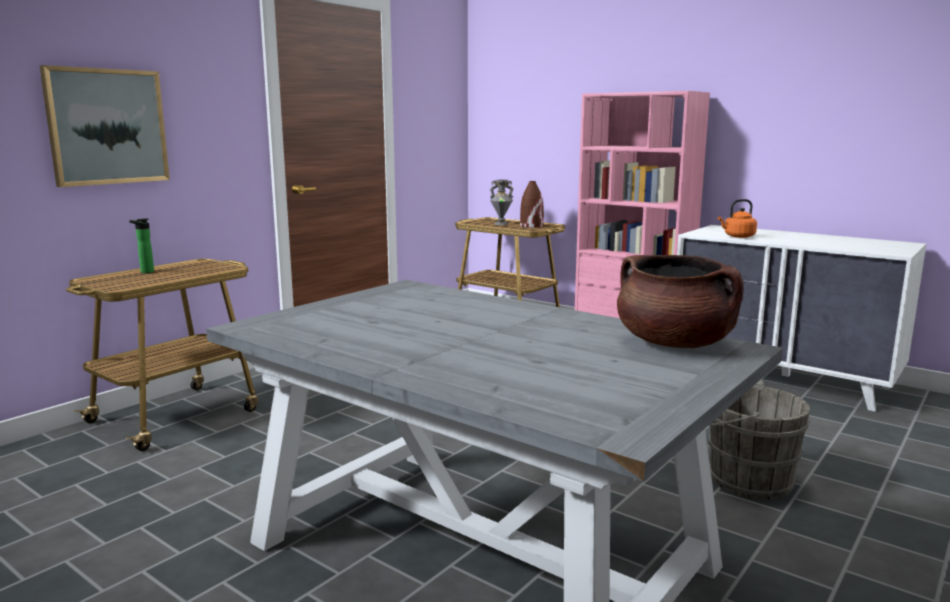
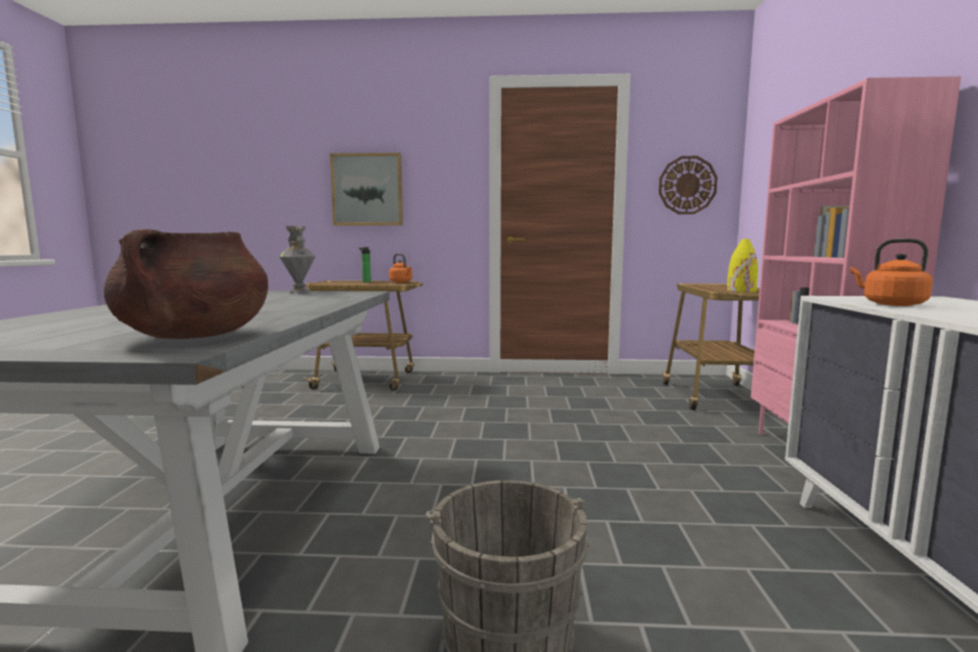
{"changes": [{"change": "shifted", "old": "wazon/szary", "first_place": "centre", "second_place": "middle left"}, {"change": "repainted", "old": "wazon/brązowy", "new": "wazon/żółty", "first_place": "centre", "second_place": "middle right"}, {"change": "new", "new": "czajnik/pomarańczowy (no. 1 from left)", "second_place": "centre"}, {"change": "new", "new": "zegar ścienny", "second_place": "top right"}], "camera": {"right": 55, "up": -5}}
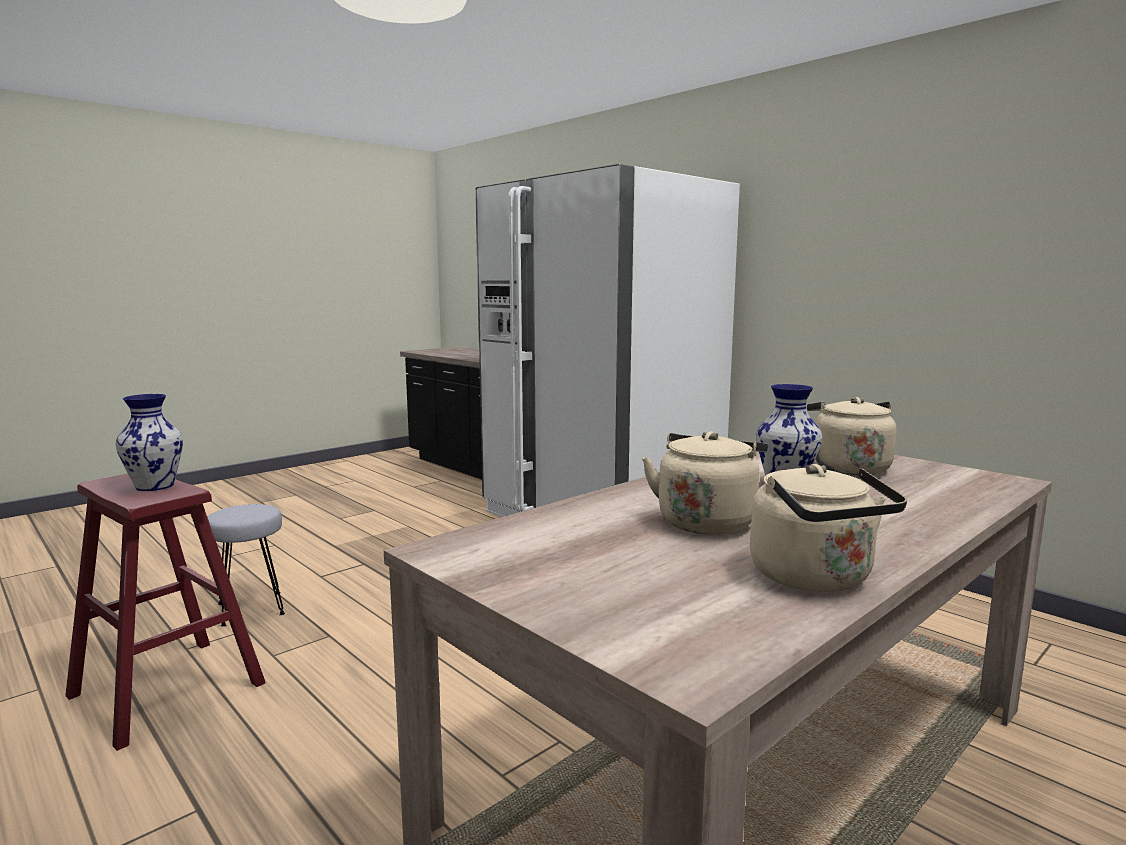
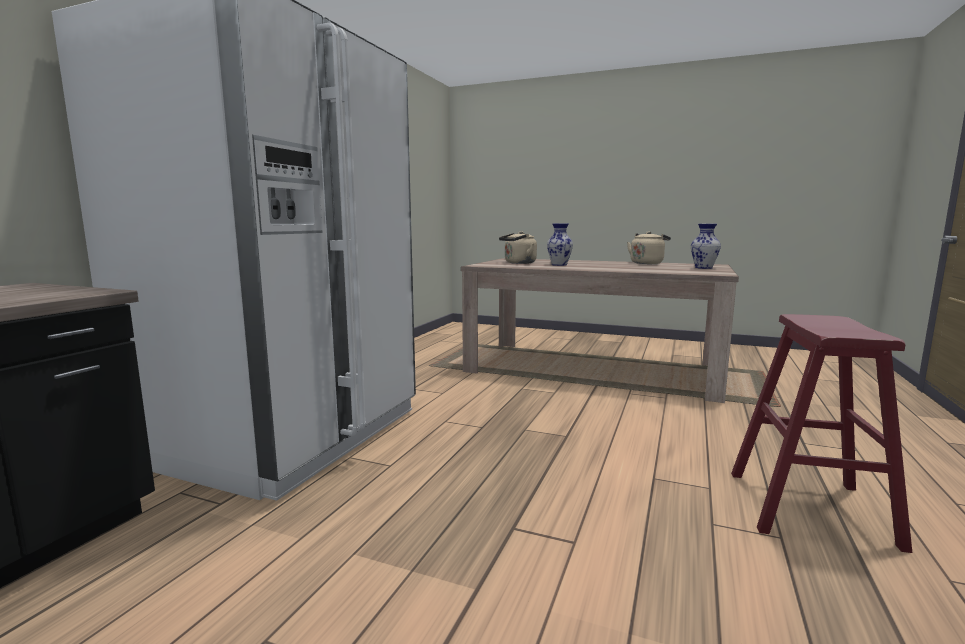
{"changes": [{"change": "shifted", "old": "wazon (no. 1 from left in the first image)", "new": "wazon (no. 2 from left)", "first_place": "middle left", "second_place": "middle right"}, {"change": "gone", "old": "stołek/szary", "first_place": "bottom left"}, {"change": "gone", "old": "czajnik/beżowy (no. 1 from left)", "first_place": "centre"}], "camera": {"right": -115, "up": 0}}
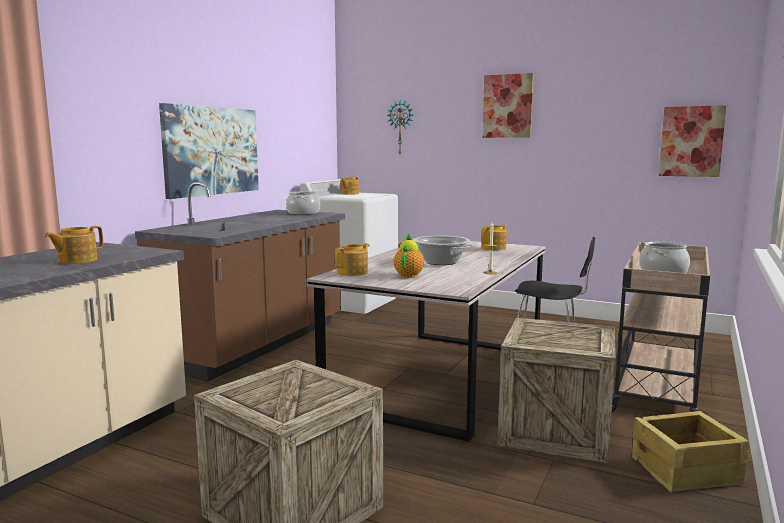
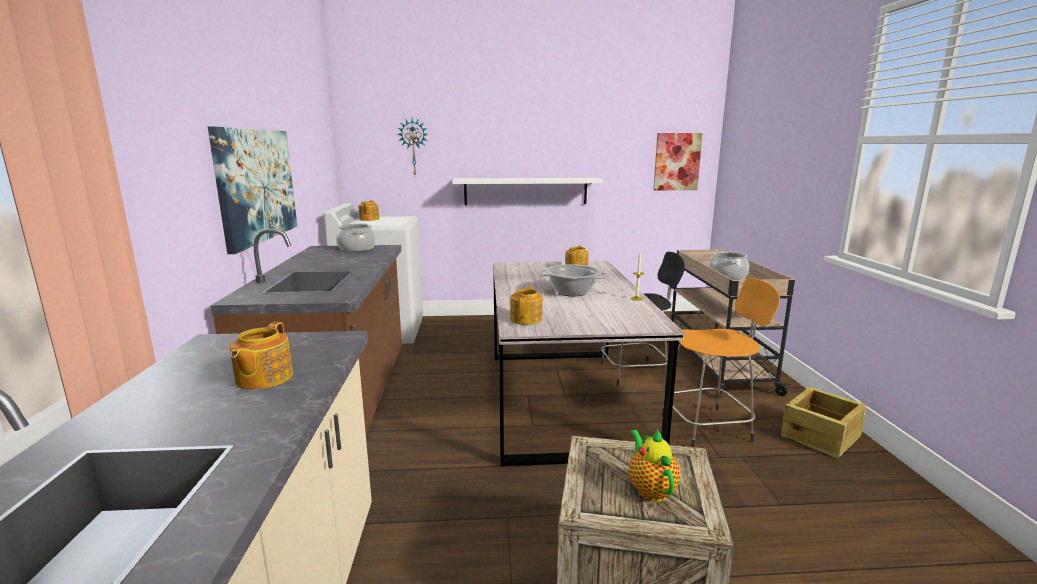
{"changes": [{"change": "shifted", "old": "imbryk (no. 4 from left in the first image)", "new": "imbryk (no. 5 from left)", "first_place": "centre", "second_place": "bottom centre"}, {"change": "gone", "old": "obraz (no. 2 from left)", "first_place": "top centre"}, {"change": "swapped", "old": "skrzynka (no. 2 from left)", "new": "stołek/pomarańczowy", "first_place": "bottom right", "second_place": "middle right"}, {"change": "new", "new": "półka/biały", "second_place": "top centre"}], "camera": {"right": -30, "up": 5}}
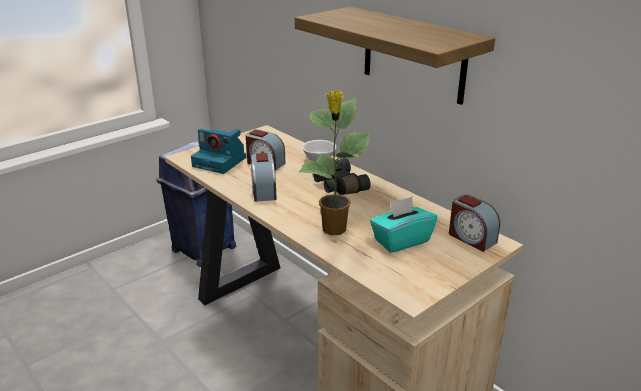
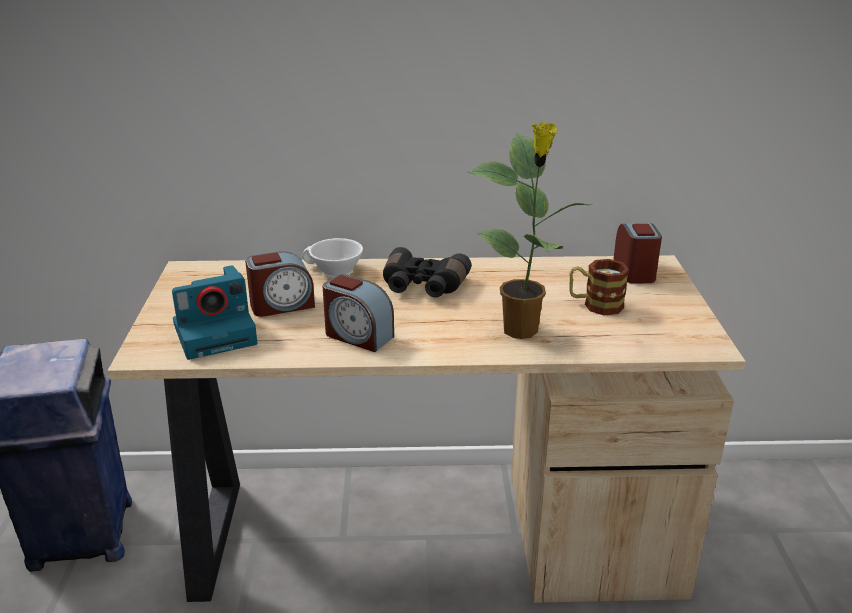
{"changes": [{"change": "gone", "old": "półka", "first_place": "top centre"}, {"change": "swapped", "old": "pudełko chusteczek/turkusowy", "new": "kubek", "first_place": "centre", "second_place": "middle right"}, {"change": "rotated", "old": "budzik (no. 3 from left)", "first_place": "middle right", "second_place": "middle right", "degrees": -90}], "camera": {"right": -50, "up": 0}}
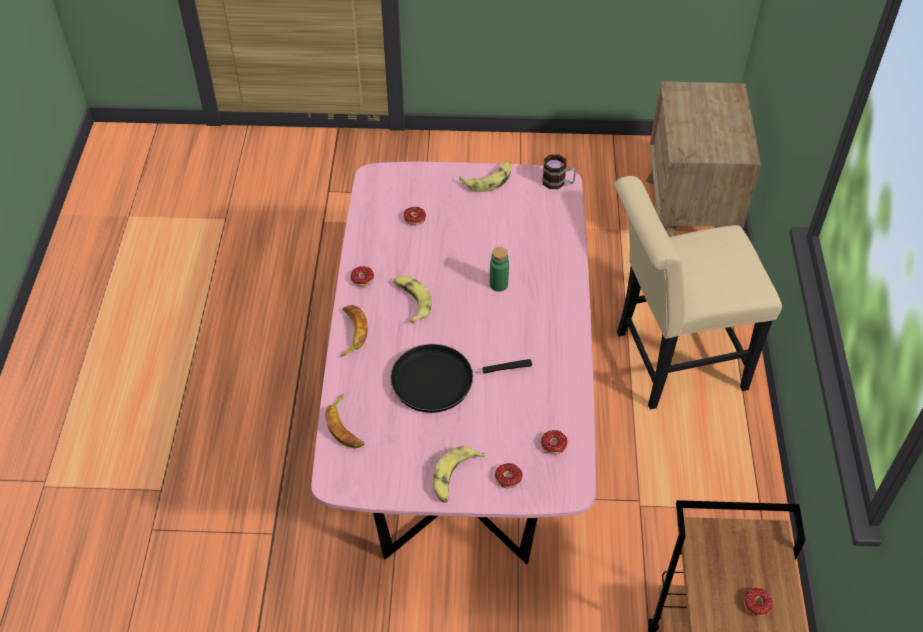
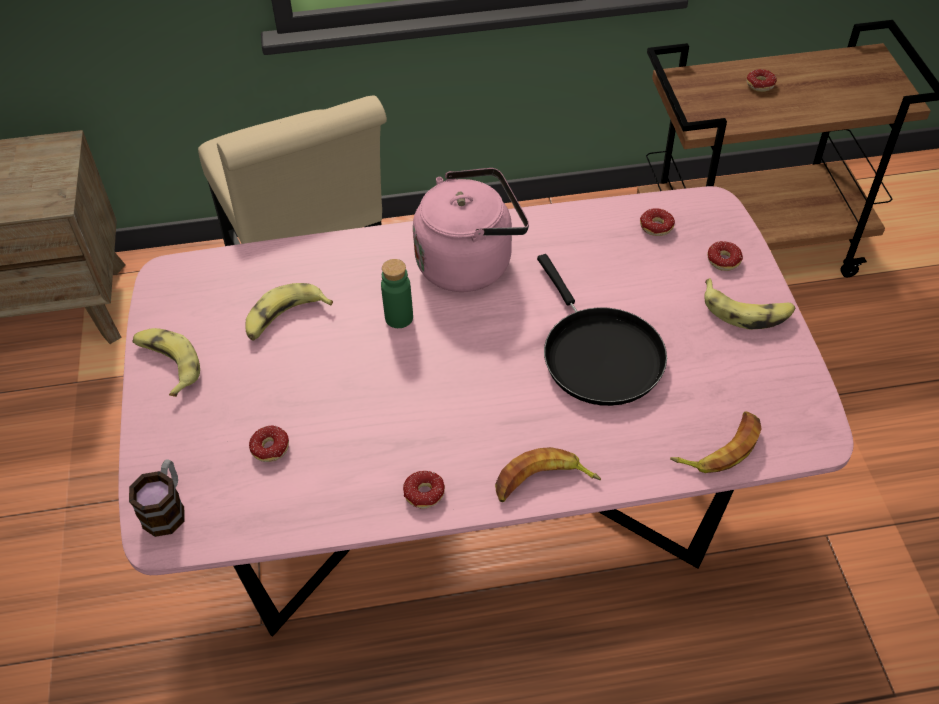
{"changes": [{"change": "shifted", "old": "banan (no. 3 from left in the first image)", "new": "banan (no. 2 from left)", "first_place": "centre", "second_place": "middle left"}, {"change": "shifted", "old": "kubek", "first_place": "top centre", "second_place": "bottom left"}, {"change": "new", "new": "czajnik/różowy", "second_place": "top centre"}], "camera": {"right": -100, "up": 0}}
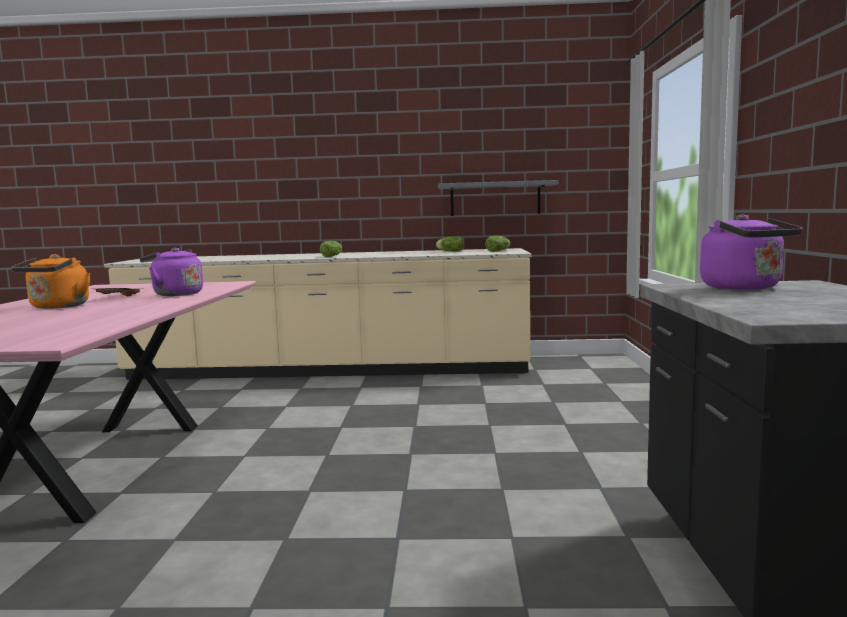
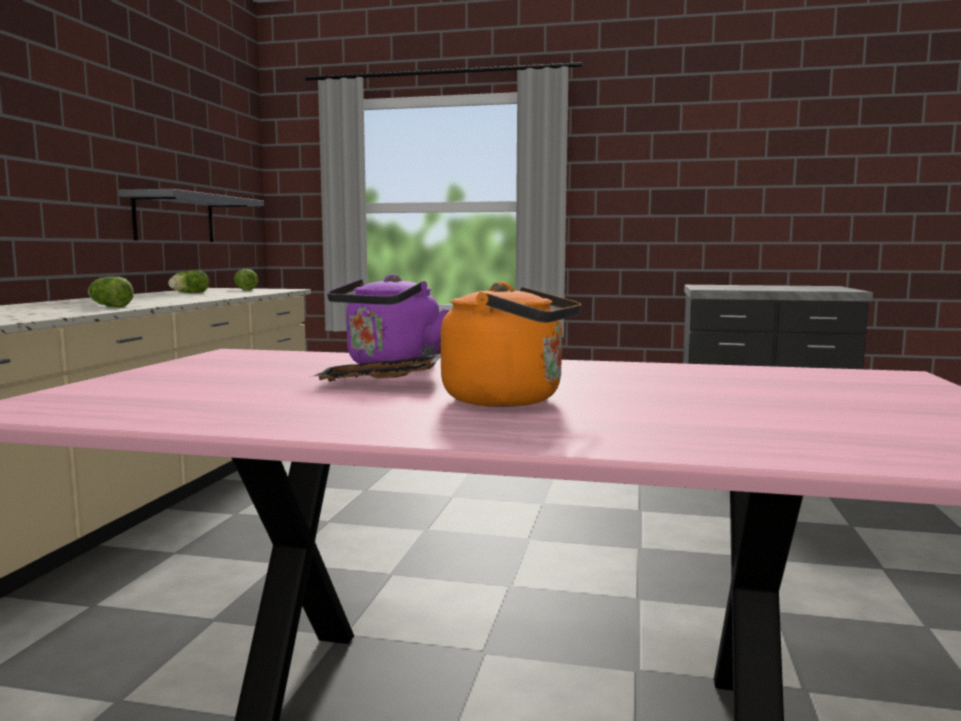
{"changes": [{"change": "gone", "old": "czajnik/fioletowy (no. 2 from left)", "first_place": "middle right"}], "camera": {"right": -80, "up": 0}}
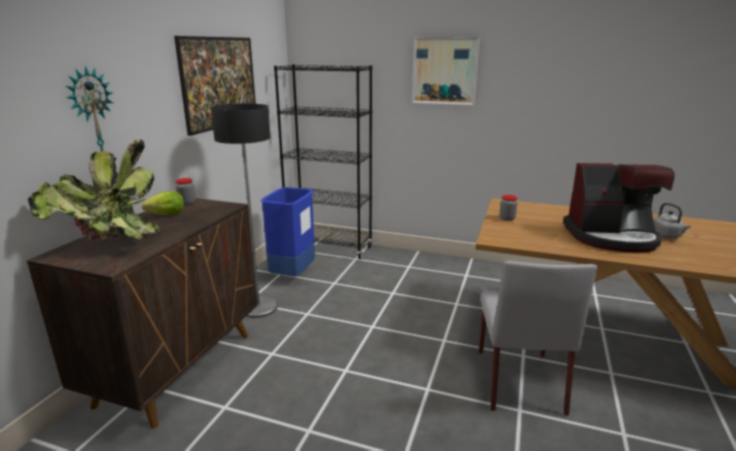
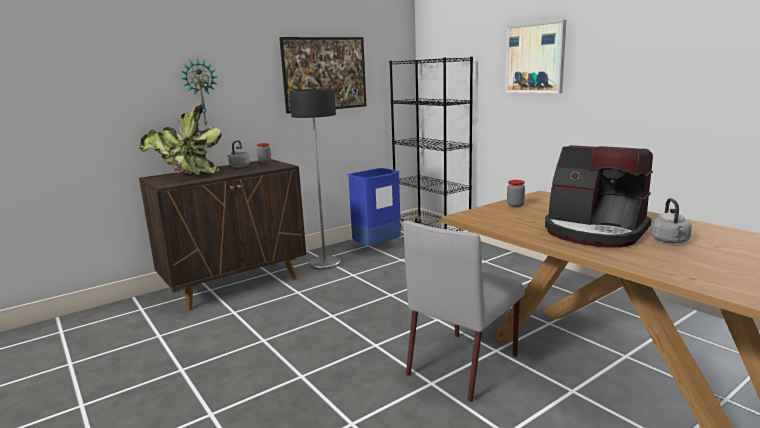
{"changes": [{"change": "swapped", "old": "sałata", "new": "czajnik/szary (no. 1 from left)", "first_place": "middle left", "second_place": "middle left"}], "camera": {"right": 35, "up": -5}}
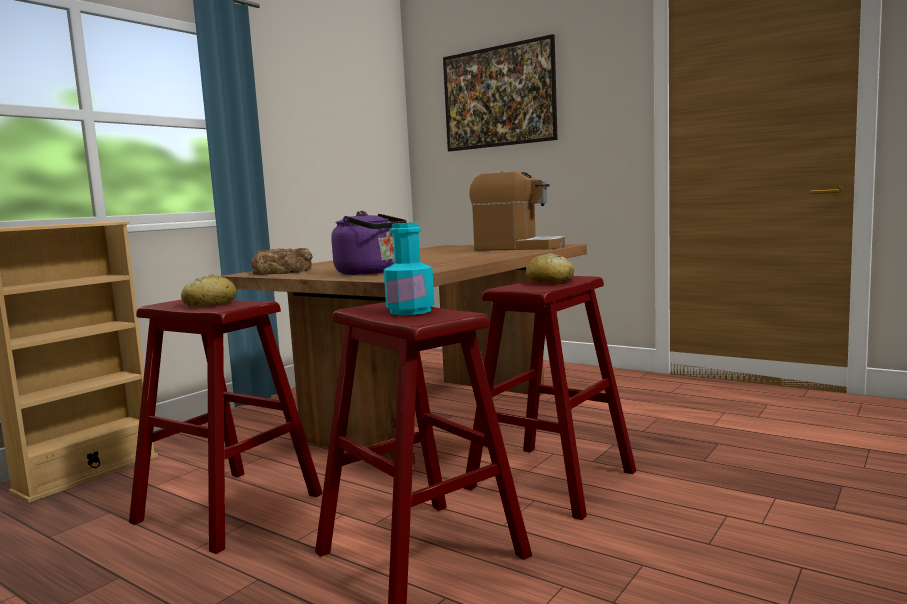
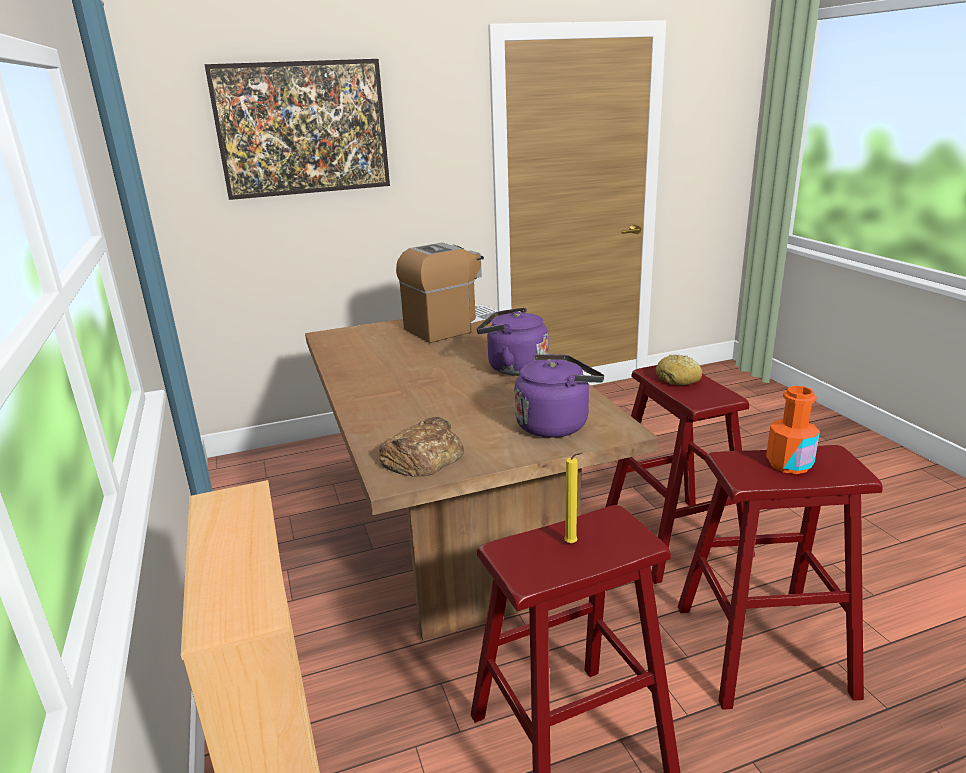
{"changes": [{"change": "swapped", "old": "chleb (no. 1 from left)", "new": "świeca/żółty", "first_place": "middle left", "second_place": "centre"}, {"change": "repainted", "old": "butelka/turkusowy", "new": "butelka/pomarańczowy", "first_place": "centre", "second_place": "middle right"}, {"change": "new", "new": "czajnik/fioletowy (no. 1 from left)", "second_place": "centre"}], "camera": {"right": -55, "up": 15}}
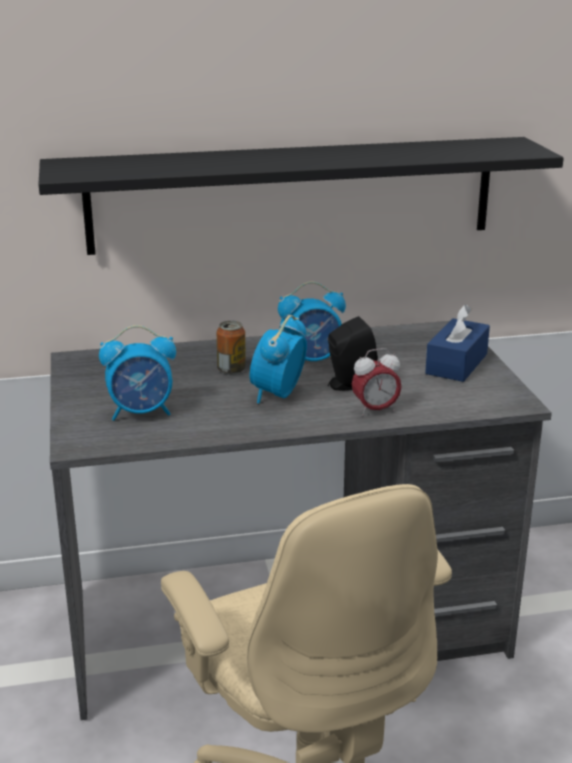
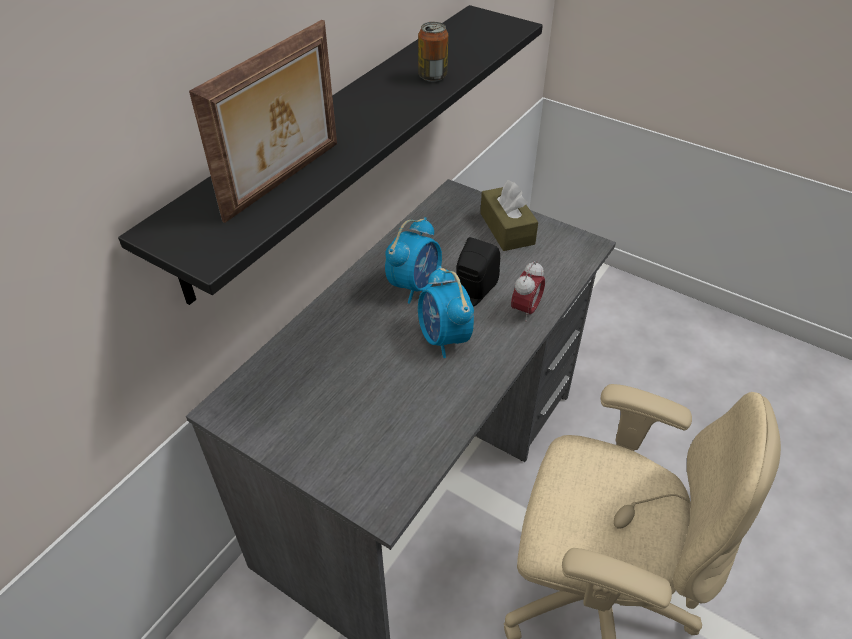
{"changes": [{"change": "gone", "old": "budzik (no. 1 from left)", "first_place": "middle left"}, {"change": "shifted", "old": "puszka", "first_place": "centre", "second_place": "top centre"}, {"change": "repainted", "old": "pudełko chusteczek/niebieski", "new": "pudełko chusteczek/brązowy", "first_place": "middle right", "second_place": "centre"}, {"change": "new", "new": "ramka na zdjęcie", "second_place": "top left"}], "camera": {"right": -45, "up": 20}}
